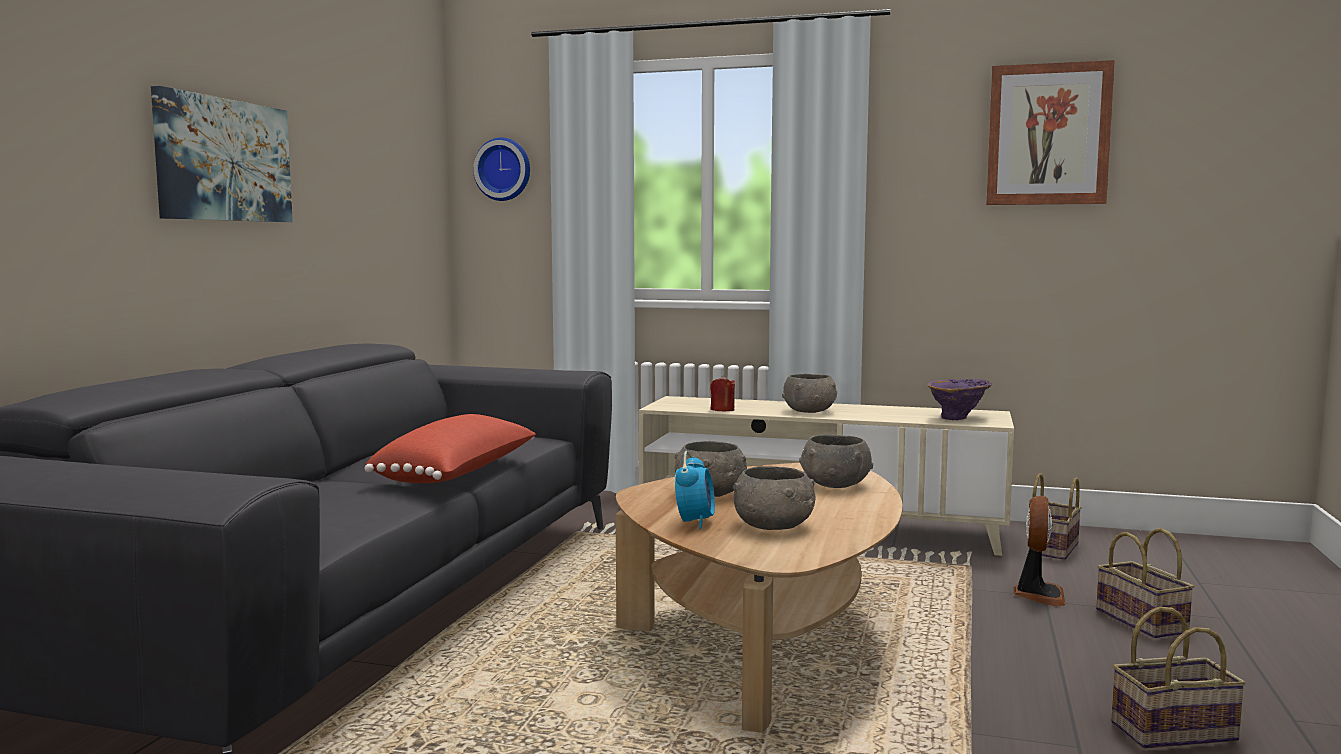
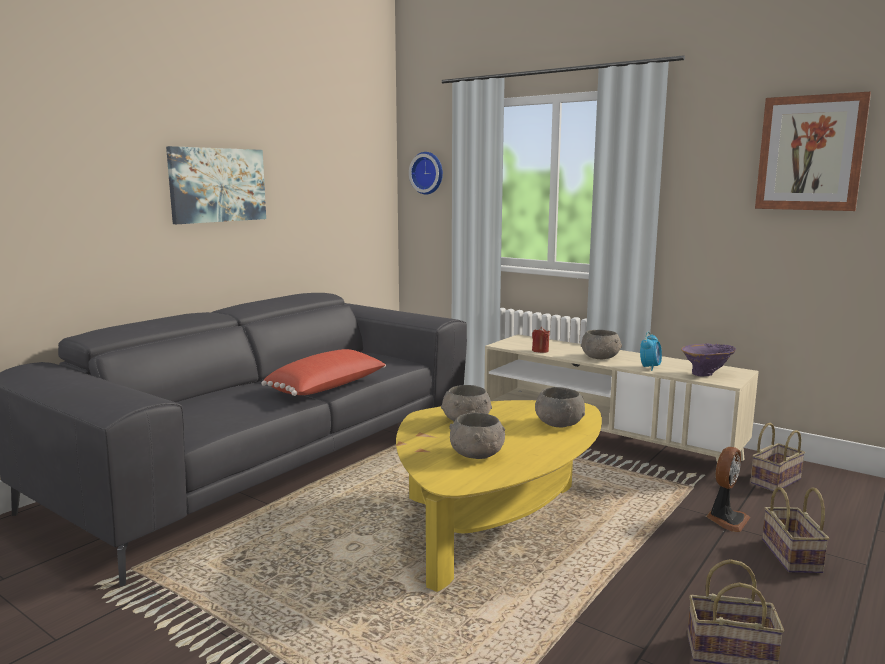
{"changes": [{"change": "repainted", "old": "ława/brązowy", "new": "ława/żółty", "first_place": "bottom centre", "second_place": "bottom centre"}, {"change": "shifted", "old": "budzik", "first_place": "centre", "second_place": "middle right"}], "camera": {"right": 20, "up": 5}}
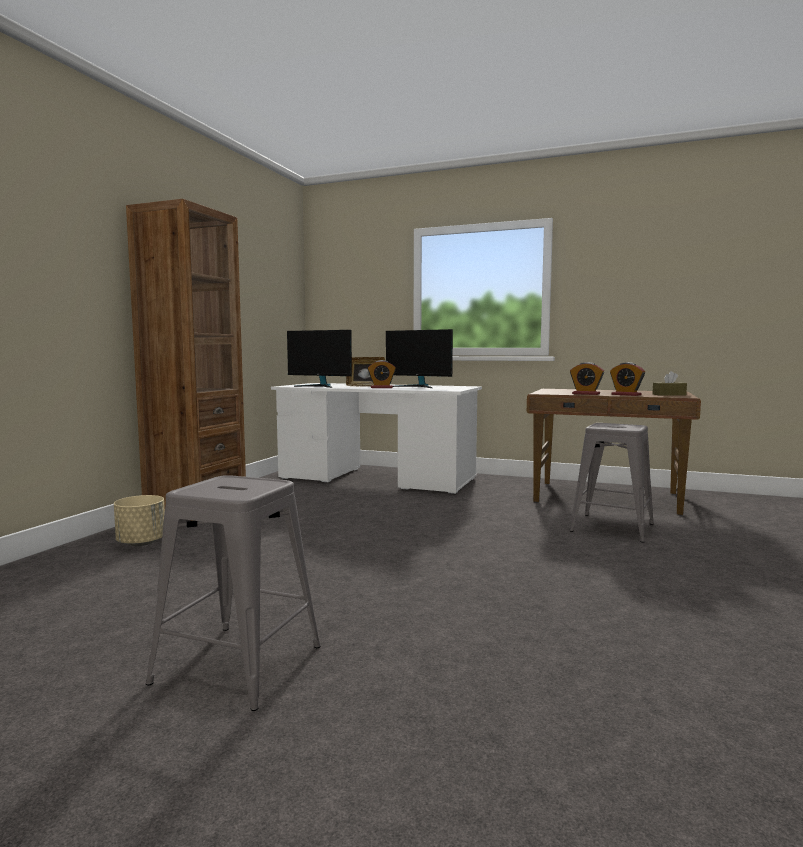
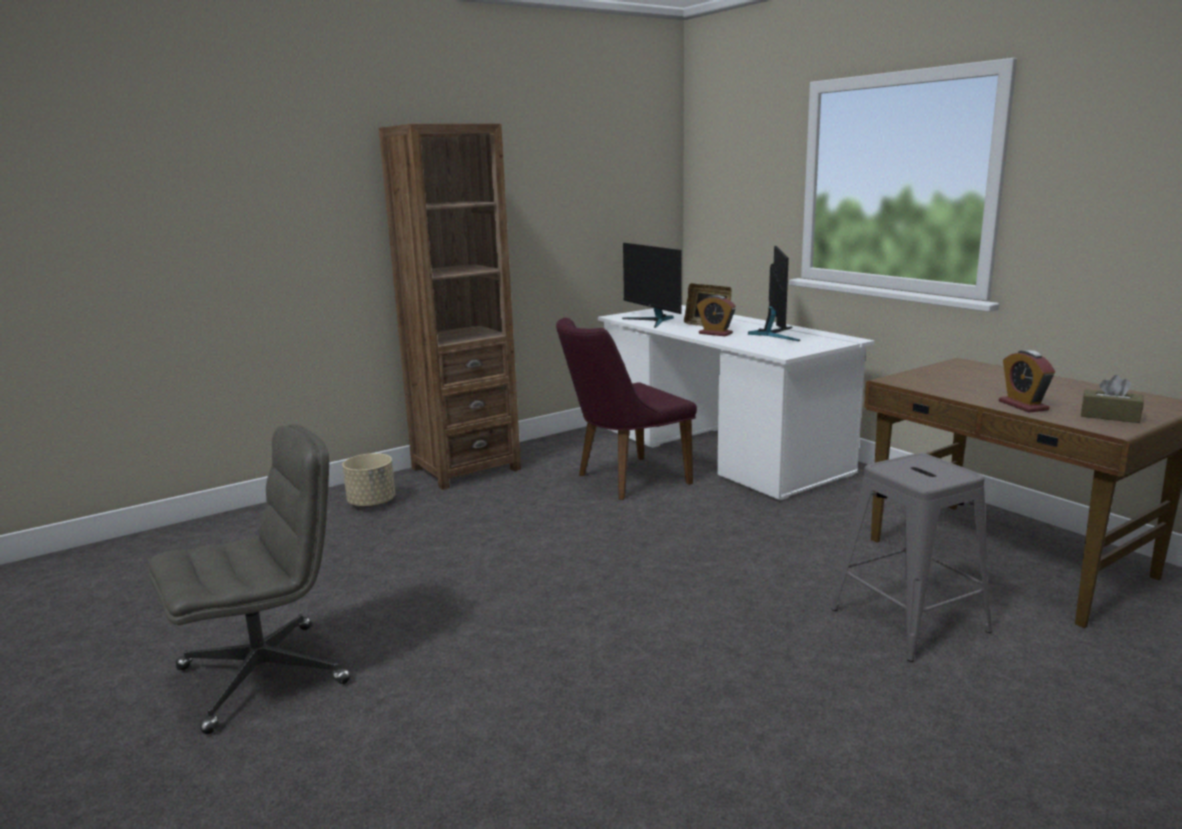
{"changes": [{"change": "swapped", "old": "stołek/szary (no. 1 from left)", "new": "krzesło biurowe/szary", "first_place": "bottom left", "second_place": "bottom left"}, {"change": "rotated", "old": "monitor (no. 2 from left)", "first_place": "centre", "second_place": "centre", "degrees": -150}, {"change": "gone", "old": "budzik (no. 2 from left)", "first_place": "middle right"}, {"change": "new", "new": "krzesło/fioletowy", "second_place": "centre"}], "camera": {"right": 35, "up": 10}}
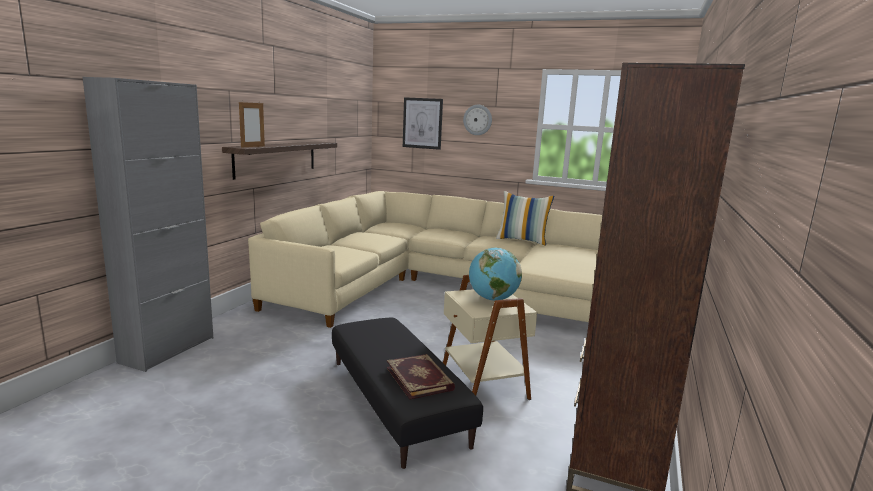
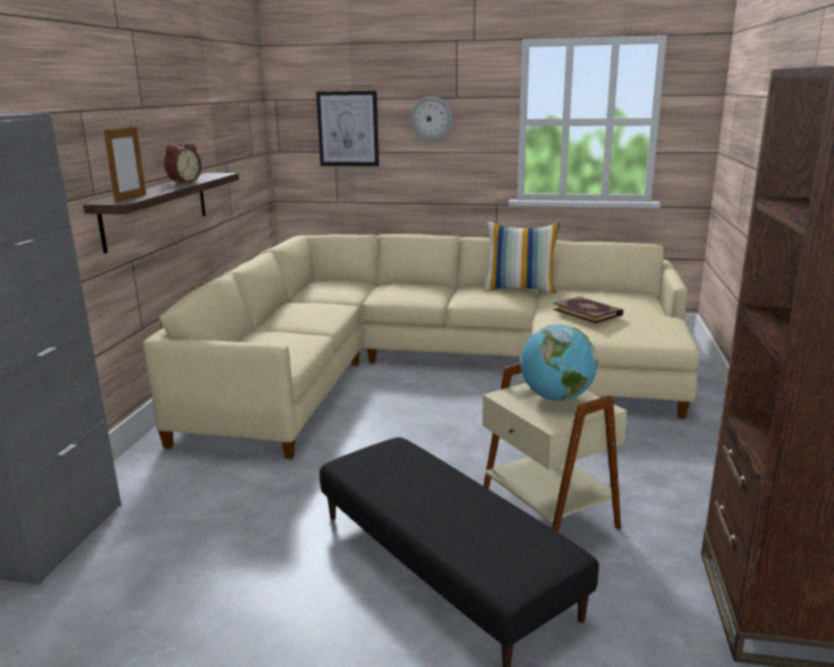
{"changes": [{"change": "shifted", "old": "książka", "first_place": "bottom centre", "second_place": "middle right"}, {"change": "new", "new": "budzik", "second_place": "top left"}], "camera": {"right": -10, "up": 5}}
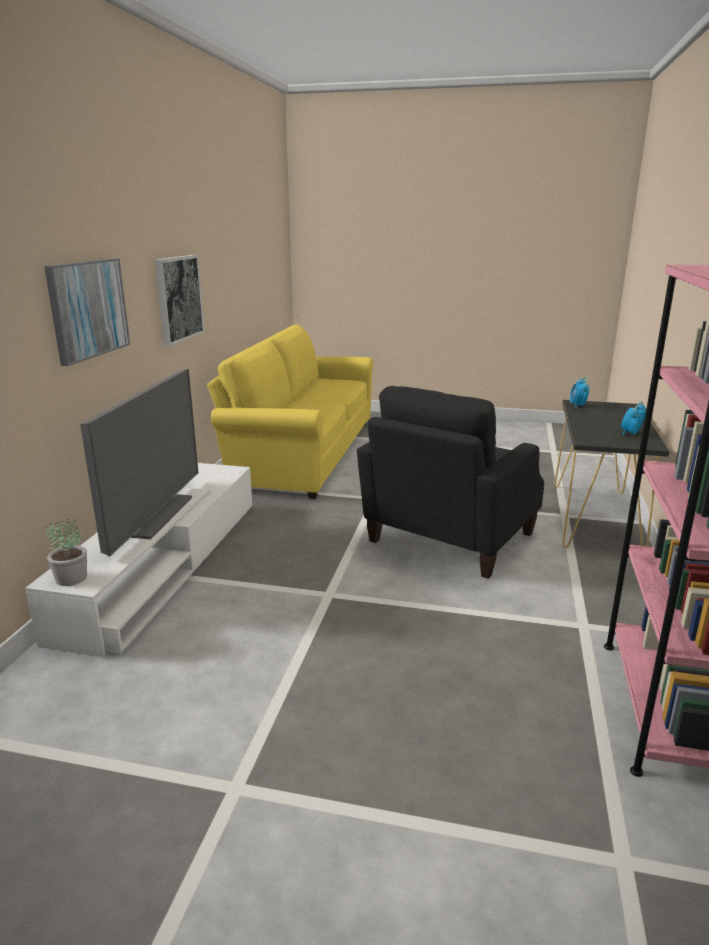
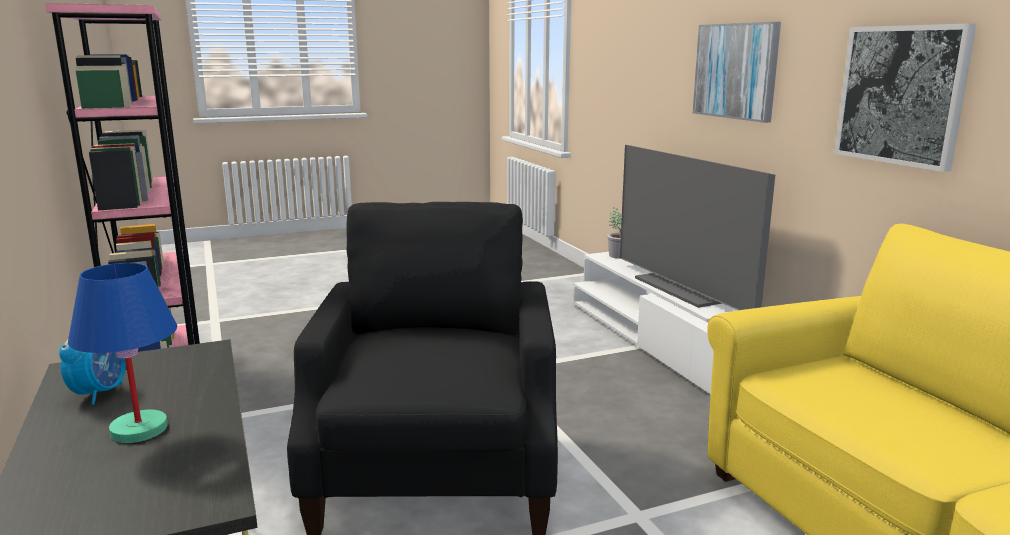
{"changes": [{"change": "gone", "old": "budzik (no. 1 from left)", "first_place": "middle right"}, {"change": "new", "new": "lampa stołowa/niebieski", "second_place": "middle left"}], "camera": {"right": 145, "up": -5}}
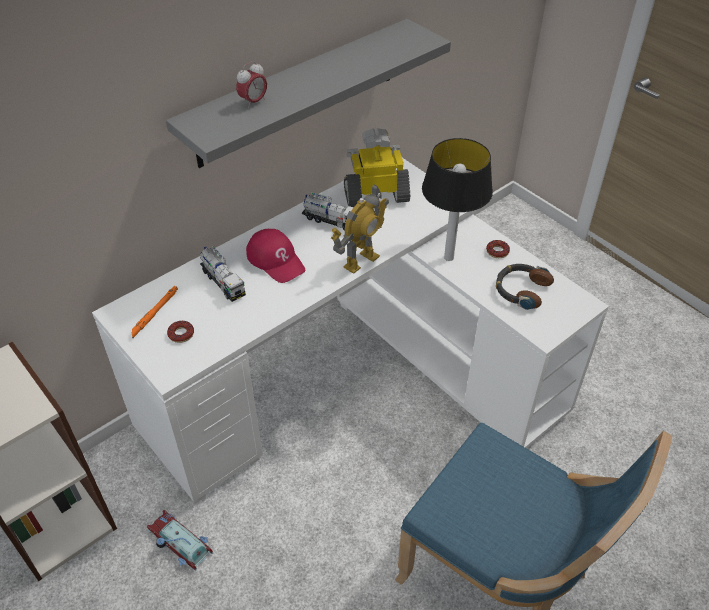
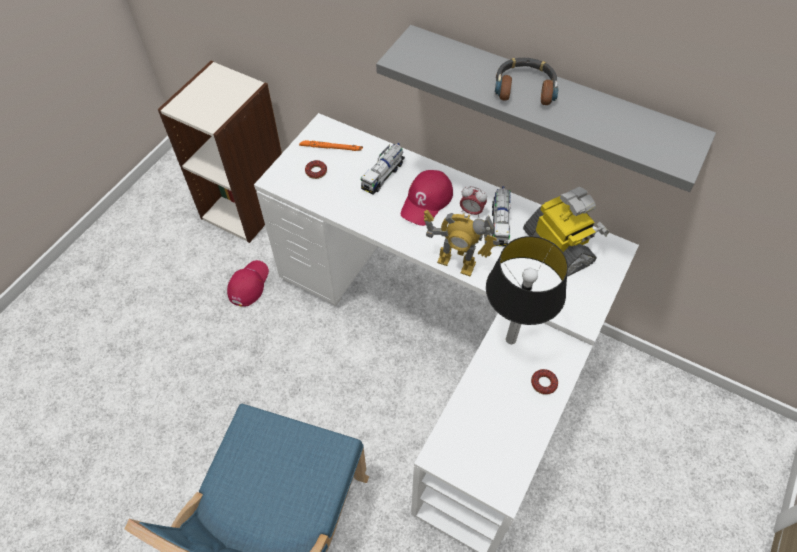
{"changes": [{"change": "swapped", "old": "samochodzik", "new": "czapka z daszkiem/czerwony (no. 1 from left)", "first_place": "bottom left", "second_place": "middle left"}, {"change": "shifted", "old": "budzik", "first_place": "top centre", "second_place": "centre"}, {"change": "shifted", "old": "słuchawki", "first_place": "middle right", "second_place": "top centre"}], "camera": {"right": 70, "up": 10}}
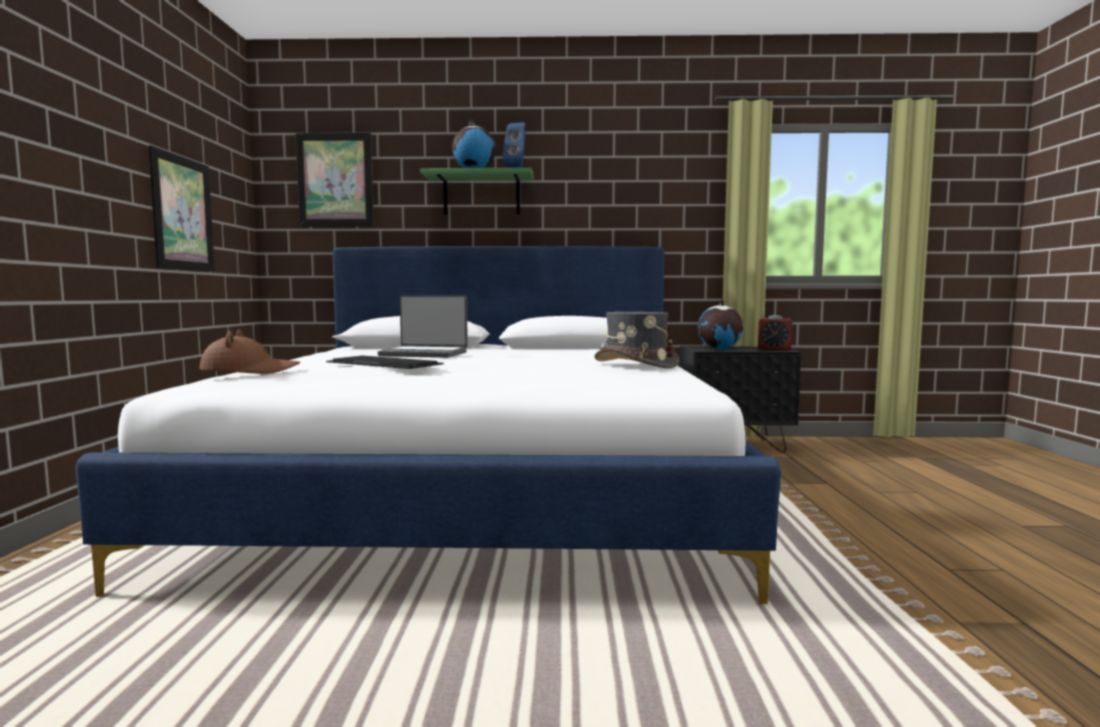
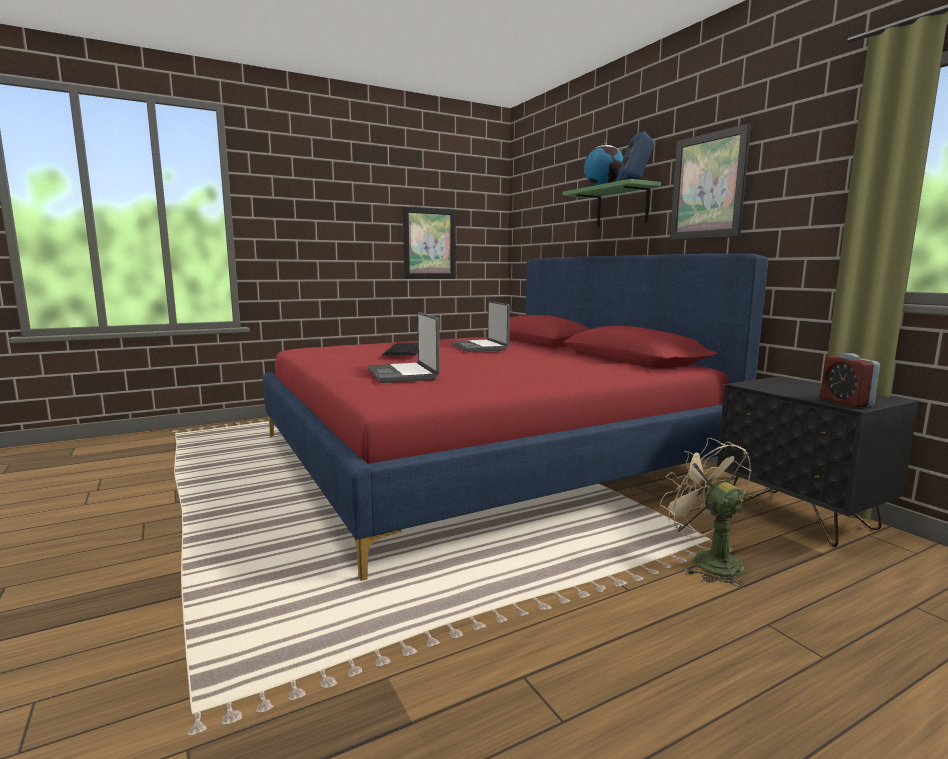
{"changes": [{"change": "repainted", "old": "łóżko/biały", "new": "łóżko/czerwony", "first_place": "centre", "second_place": "centre"}, {"change": "gone", "old": "kapelusz/brązowy", "first_place": "middle left"}, {"change": "shifted", "old": "obraz (no. 2 from left)", "first_place": "top left", "second_place": "top right"}, {"change": "gone", "old": "kapelusz/szary", "first_place": "centre"}, {"change": "gone", "old": "globus (no. 2 from left)", "first_place": "centre"}, {"change": "new", "new": "laptop (no. 1 from left)", "second_place": "centre"}, {"change": "new", "new": "wentylator/beżowy", "second_place": "bottom right"}], "camera": {"right": 60, "up": 5}}
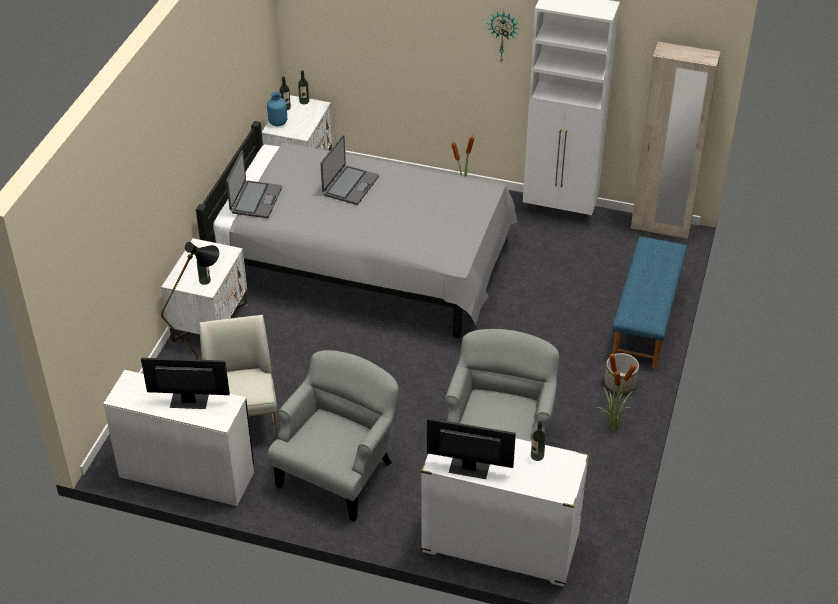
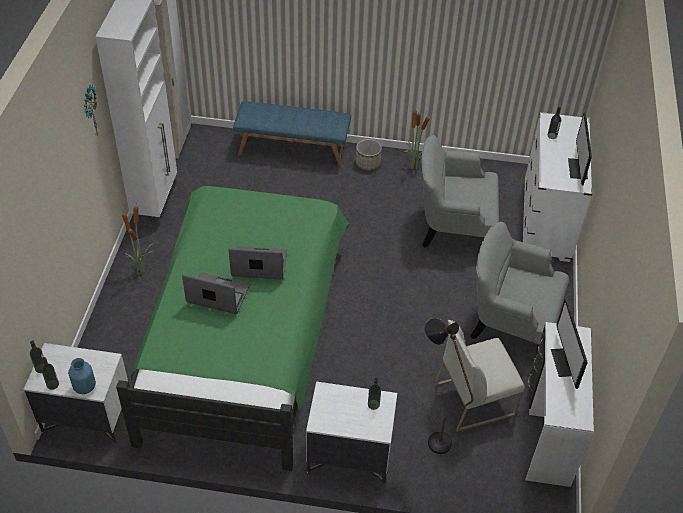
{"changes": [{"change": "repainted", "old": "łóżko/szary", "new": "łóżko/zielony", "first_place": "centre", "second_place": "centre"}, {"change": "shifted", "old": "laptop (no. 1 from left in the first image)", "new": "laptop (no. 2 from left)", "first_place": "top left", "second_place": "centre"}], "camera": {"right": -100, "up": 5}}
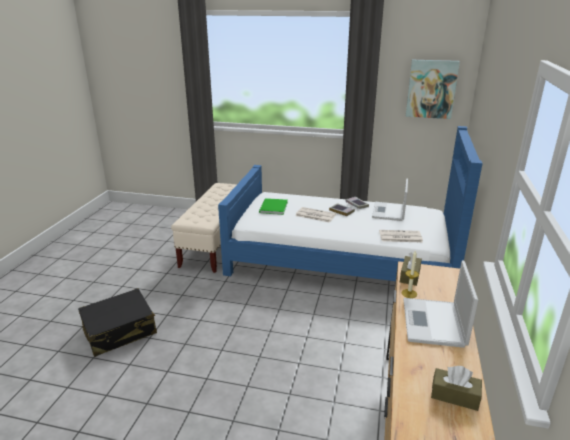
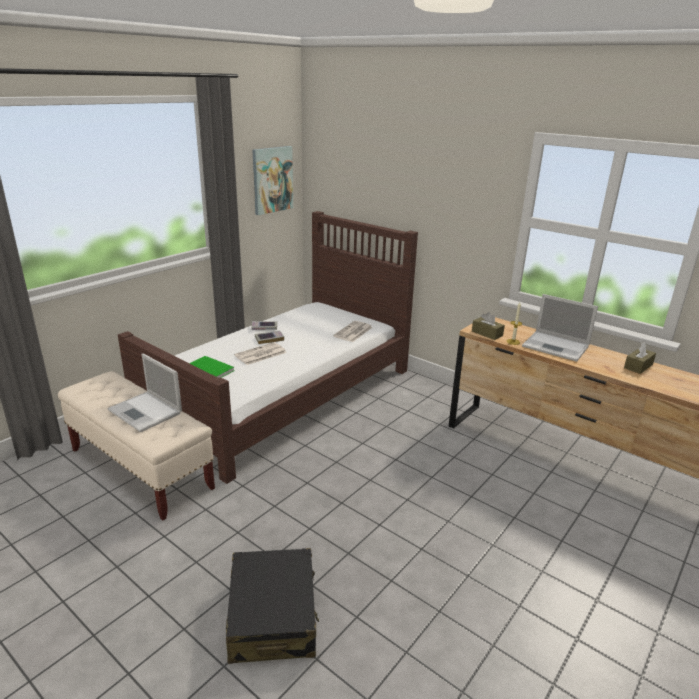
{"changes": [{"change": "repainted", "old": "łóżko/niebieski", "new": "łóżko/brązowy", "first_place": "centre", "second_place": "centre"}, {"change": "shifted", "old": "laptop (no. 1 from left)", "first_place": "middle right", "second_place": "middle left"}], "camera": {"right": -65, "up": 0}}
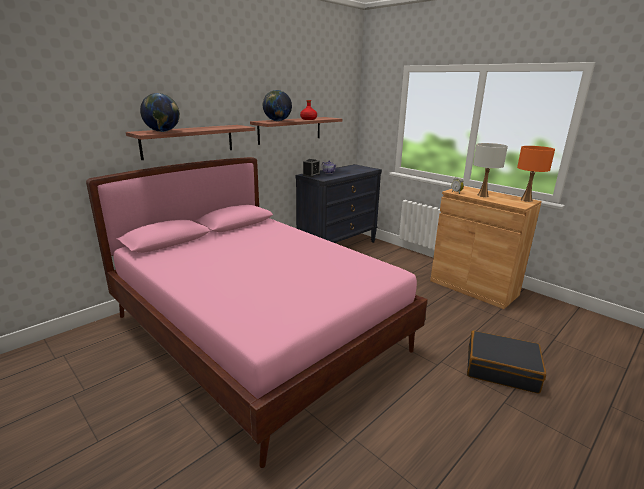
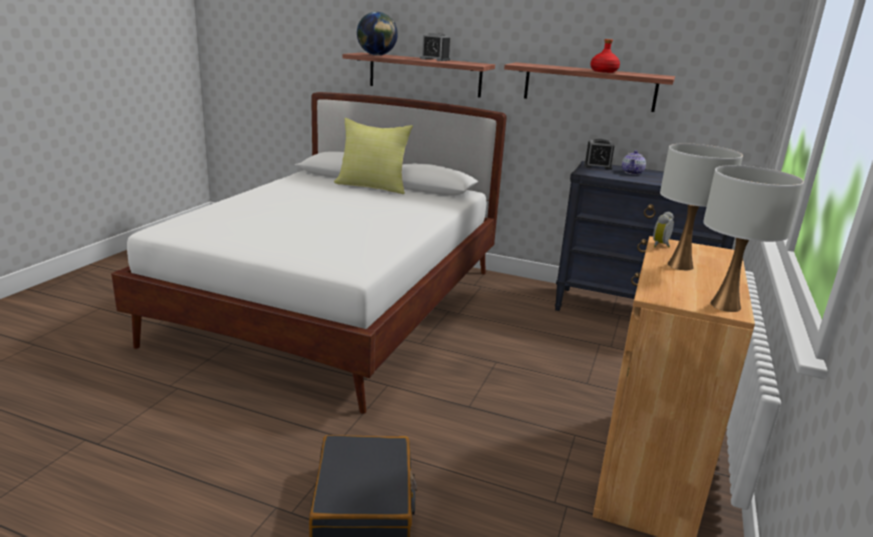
{"changes": [{"change": "repainted", "old": "łóżko/różowy", "new": "łóżko/biały", "first_place": "centre", "second_place": "centre"}, {"change": "gone", "old": "globus (no. 2 from left)", "first_place": "top centre"}, {"change": "repainted", "old": "lampa stołowa/pomarańczowy", "new": "lampa stołowa/biały (no. 2 from left)", "first_place": "middle right", "second_place": "middle right"}, {"change": "new", "new": "poduszka/żółty", "second_place": "top centre"}, {"change": "new", "new": "budzik (no. 1 from left)", "second_place": "top centre"}], "camera": {"right": 65, "up": 0}}
